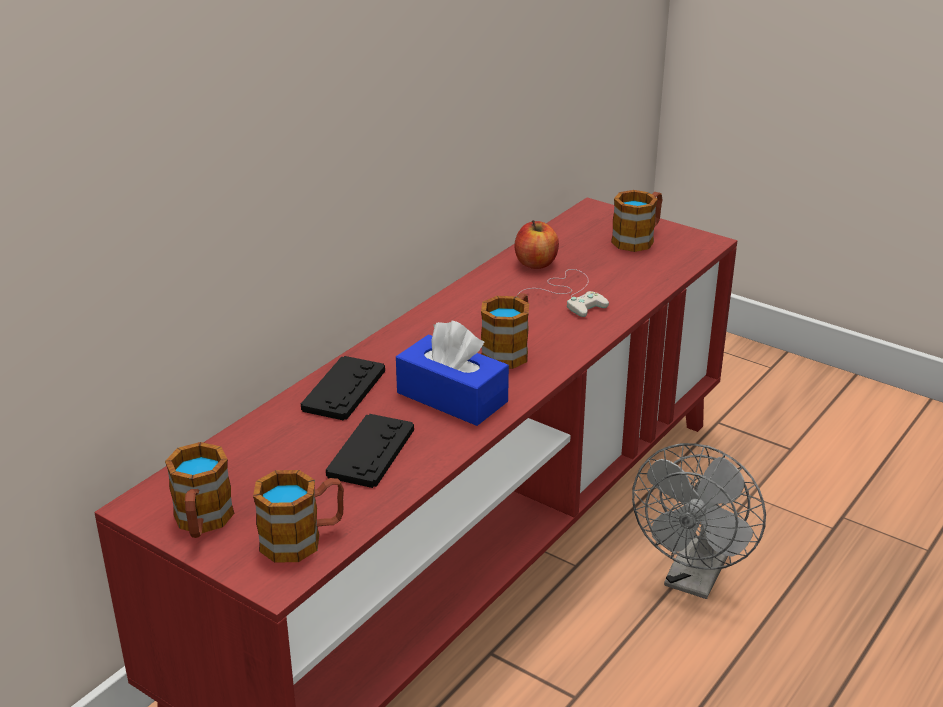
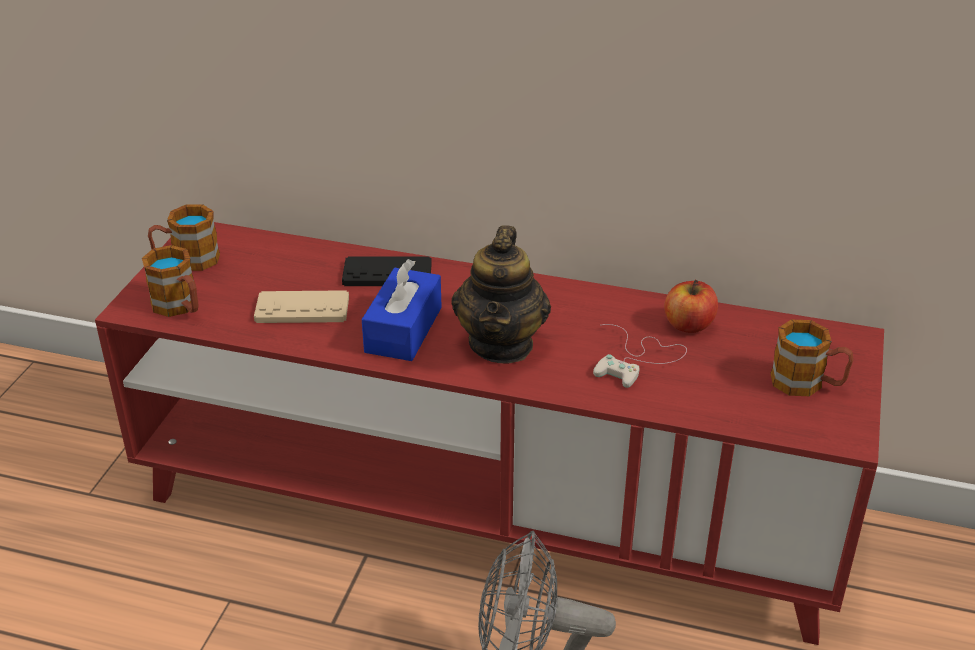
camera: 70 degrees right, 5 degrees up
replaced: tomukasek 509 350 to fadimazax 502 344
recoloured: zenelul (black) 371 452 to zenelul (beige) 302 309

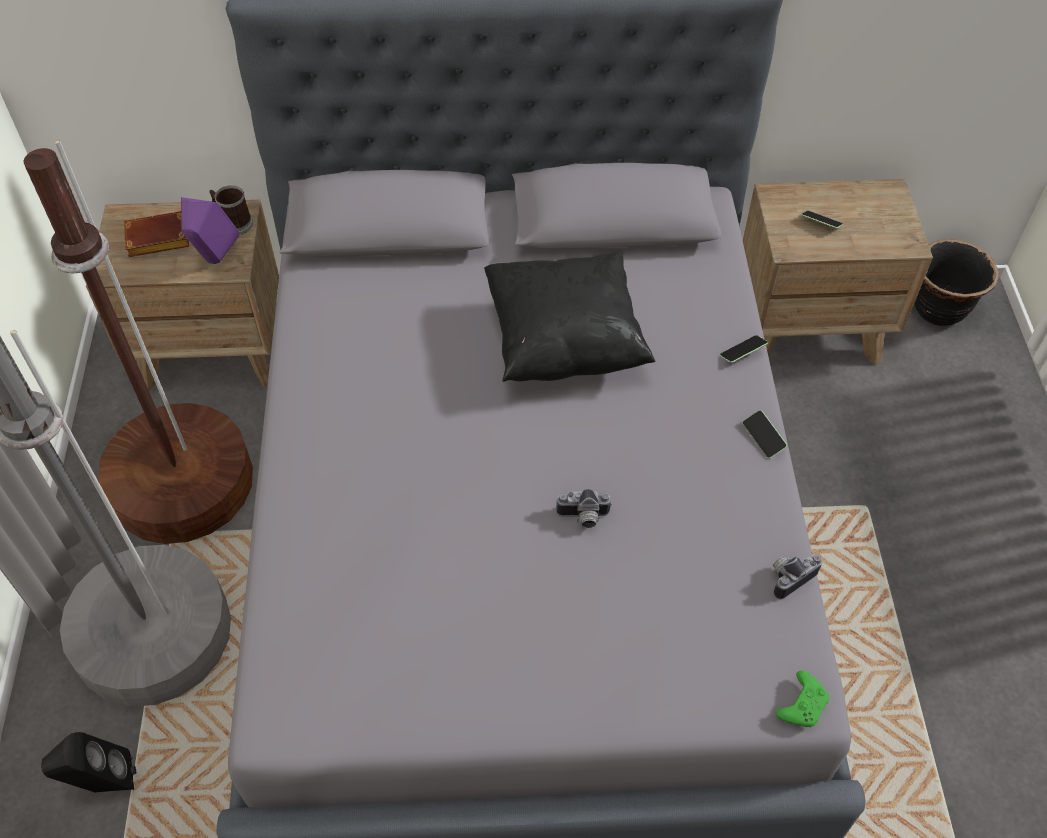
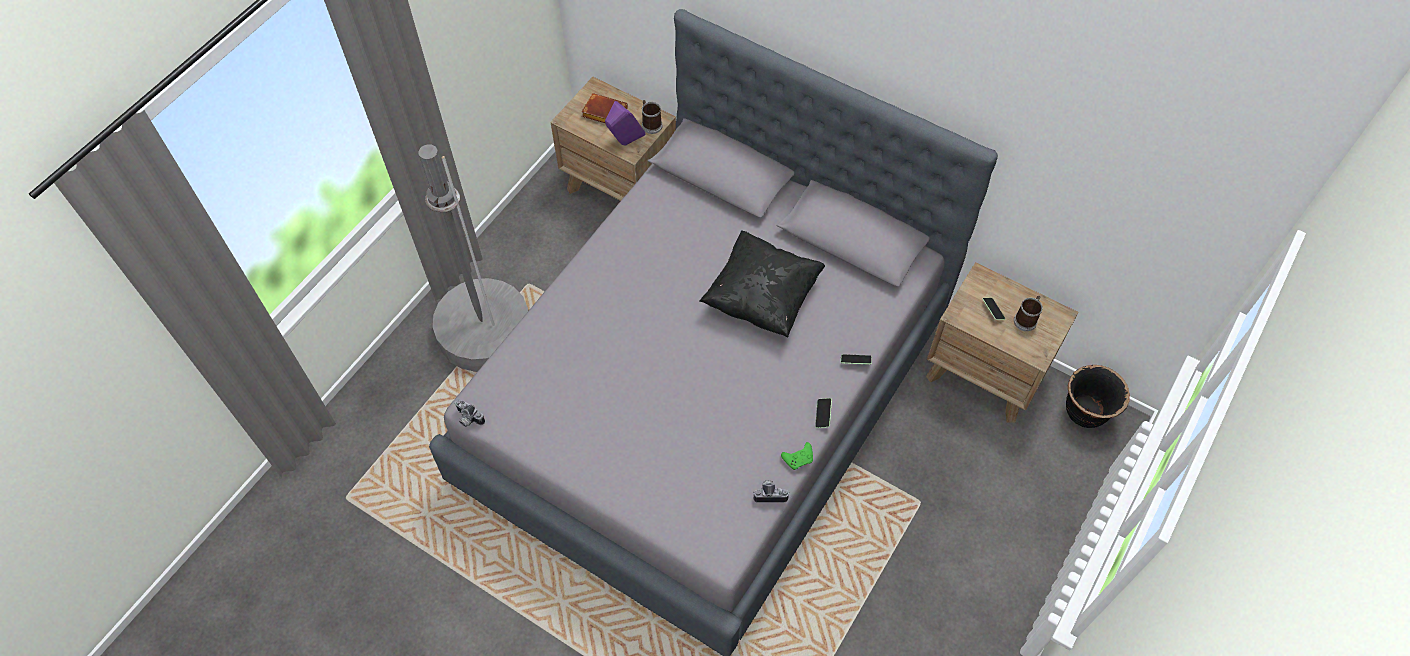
camera: 35 degrees right, 5 degrees up
removed: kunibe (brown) 182 483; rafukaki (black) 103 784
added: tomukasek 1026 319
moved: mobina 583 518 to 468 419; zenelul (green) 802 704 to 799 458

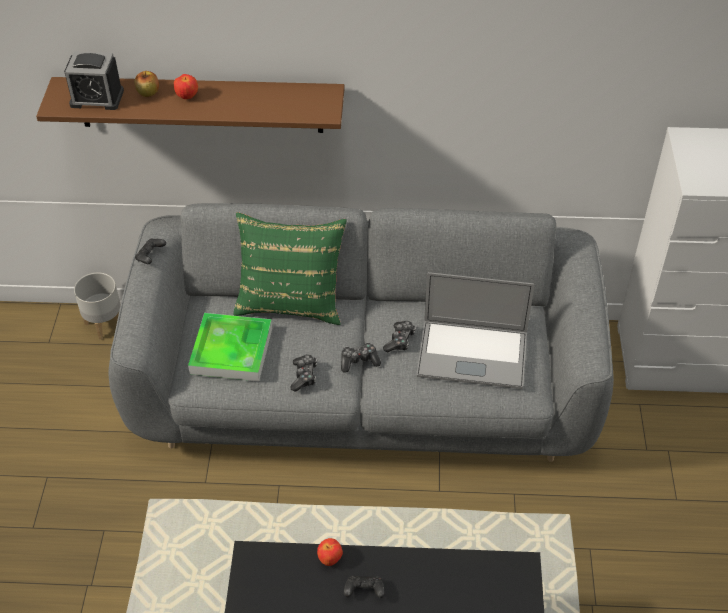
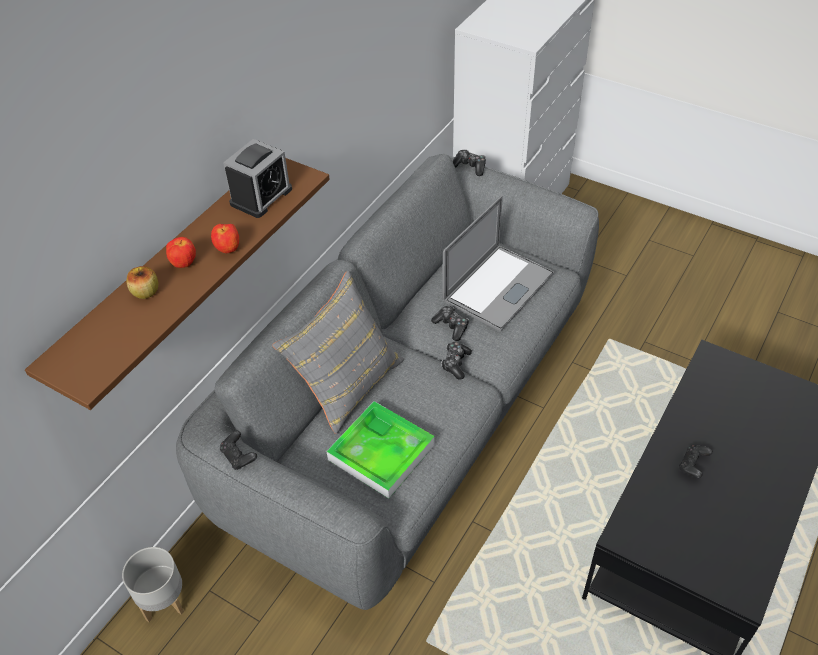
camera: 60 degrees left, 0 degrees up
moved: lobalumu 97 98 to 261 196; zenelul 304 376 to 470 167; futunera 330 559 to 228 249
recoloured: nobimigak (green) 291 299 to nobimigak (grey) 346 383

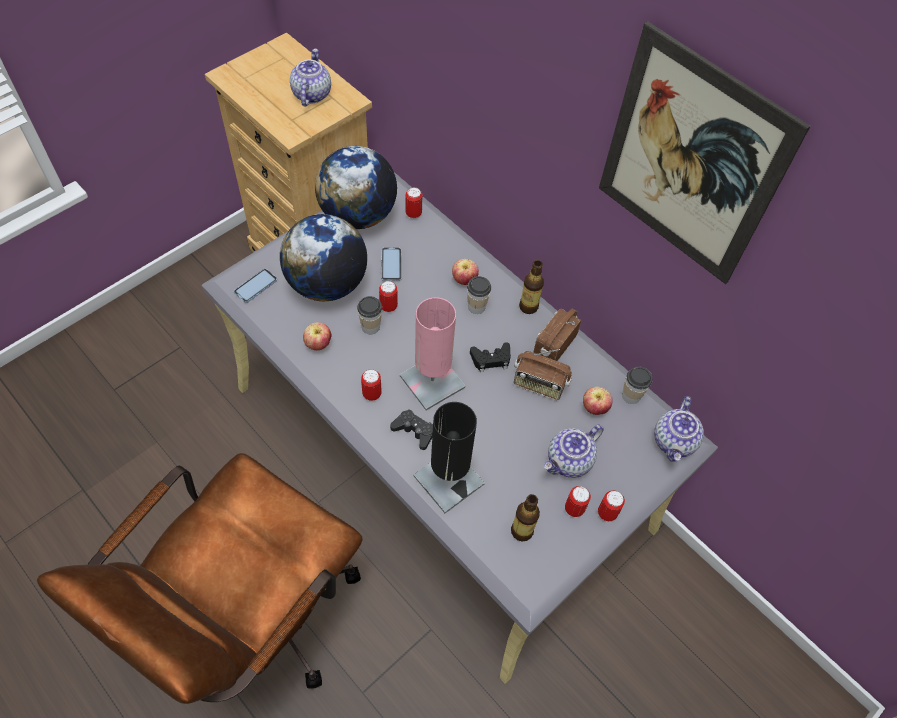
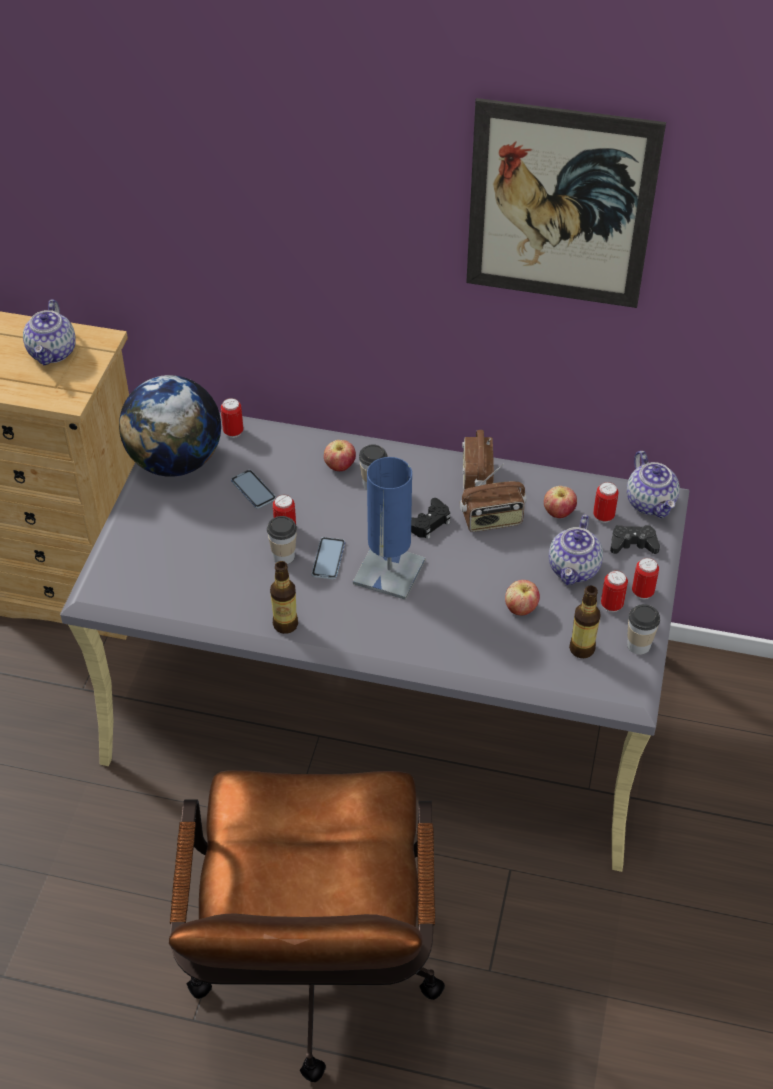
camera: 30 degrees left, 10 degrees down
removed: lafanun 327 284; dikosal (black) 448 480
moved: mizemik 255 286 to 328 559; futunera 318 344 to 521 609; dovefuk 372 394 to 603 516; zenelul (black) 414 431 to 633 544; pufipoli 528 307 to 285 624; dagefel 631 395 to 638 645
recoloured: dikosal (pink) 432 382 to dikosal (blue) 389 572
turned: fadimazax 311 94 = 53 353 150 degrees counterclockwise

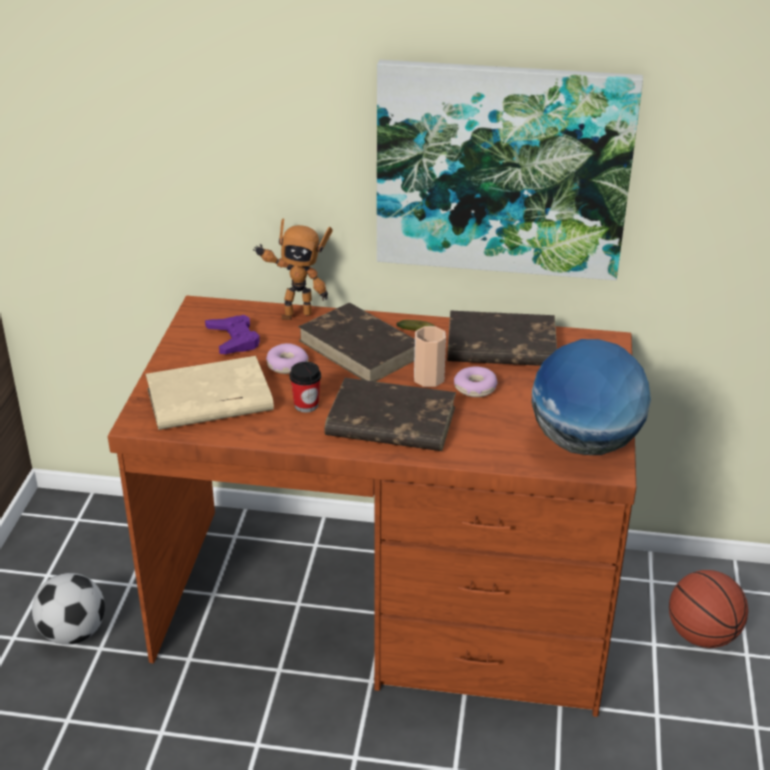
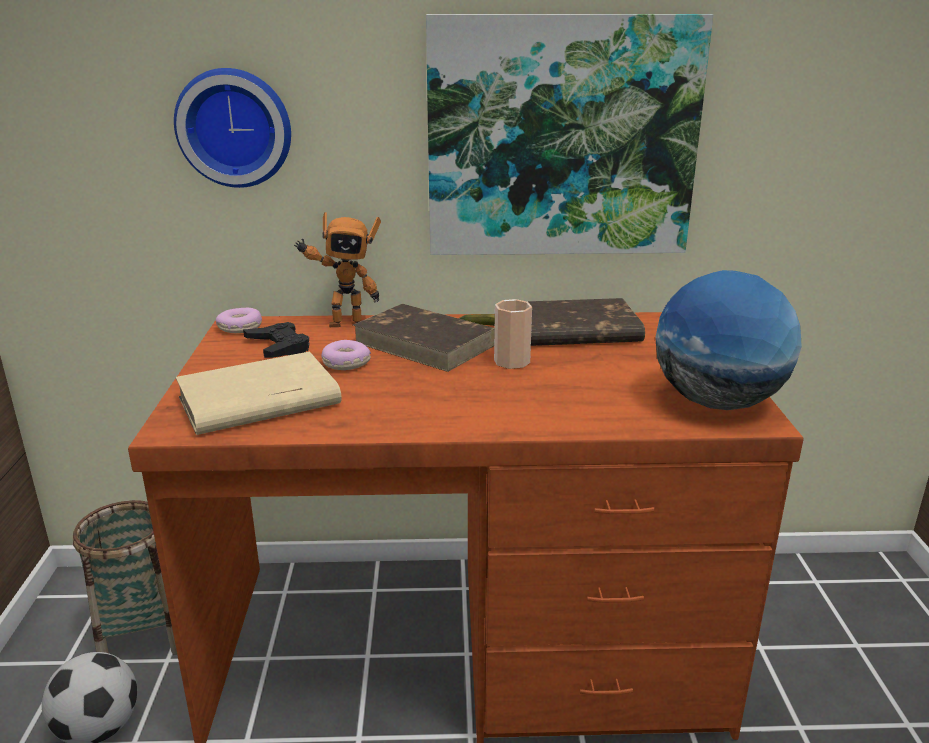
camera: 10 degrees left, 10 degrees down
removed: dagefel 306 405; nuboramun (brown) 389 422; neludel 702 635
added: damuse 142 635; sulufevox 235 127
moved: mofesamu 475 388 to 240 328
recoloured: zenelul (purple) 234 339 to zenelul (black) 278 347

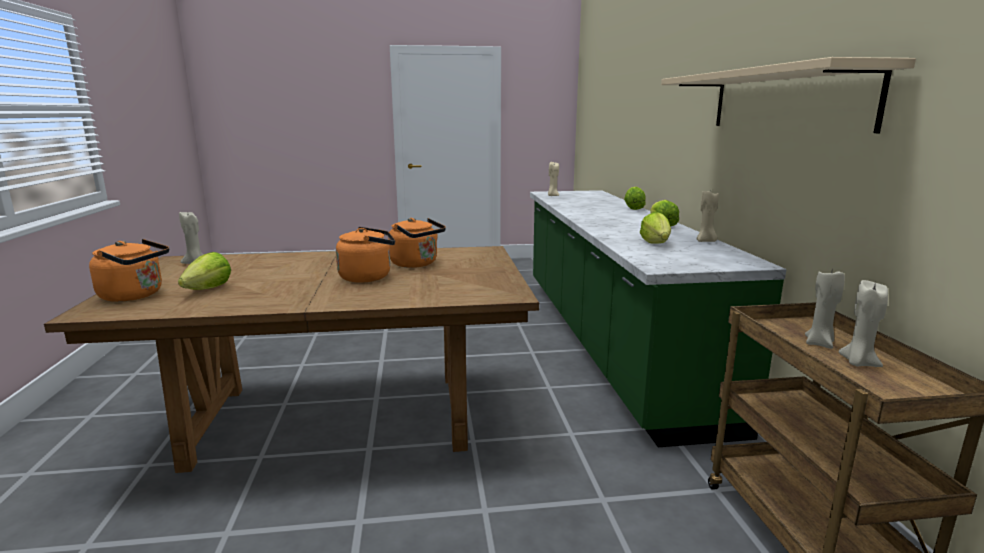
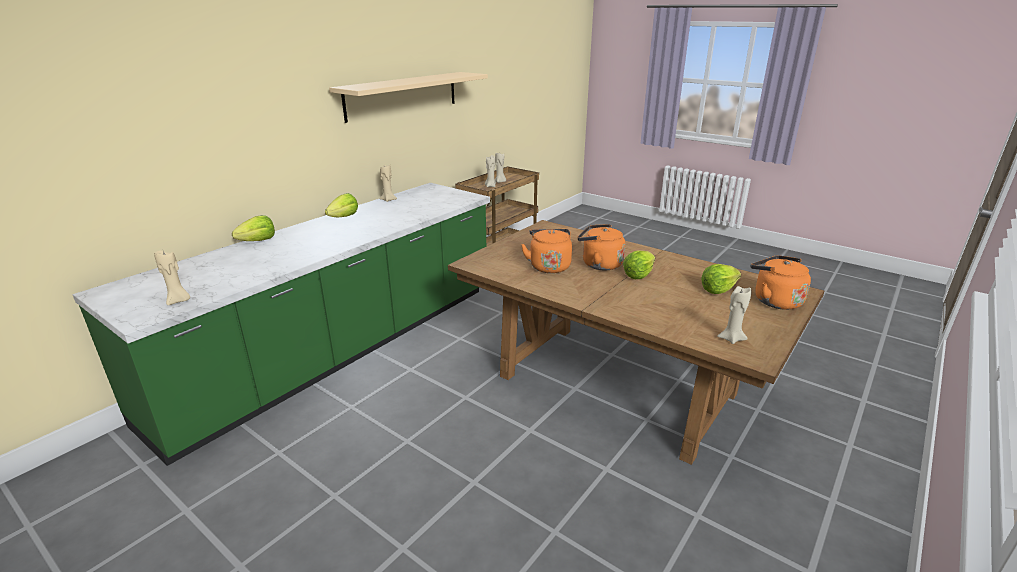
camera: 135 degrees left, 10 degrees up
moved: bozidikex 656 243 to 638 275

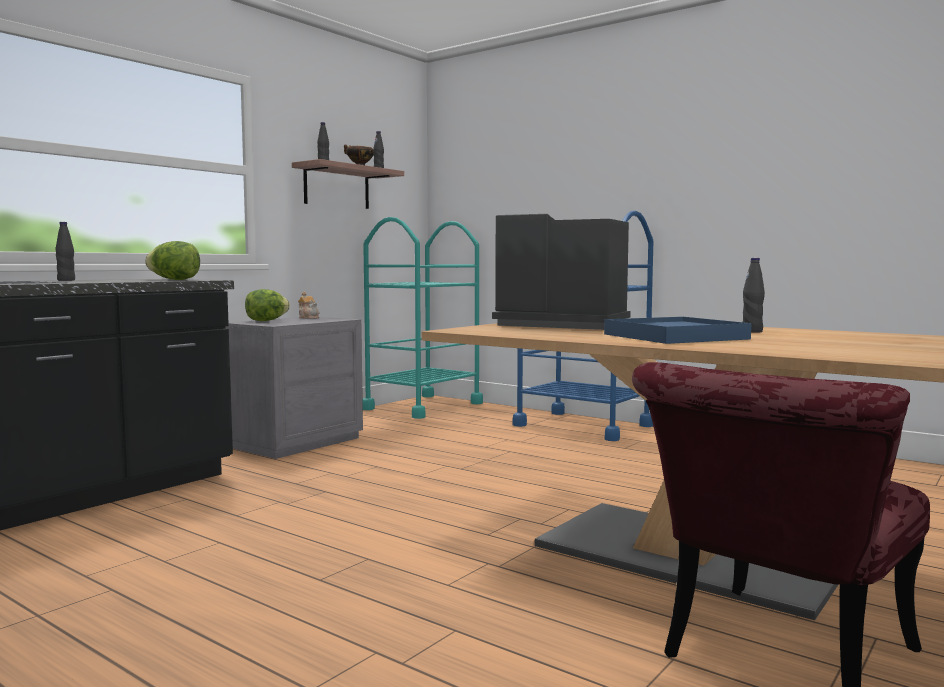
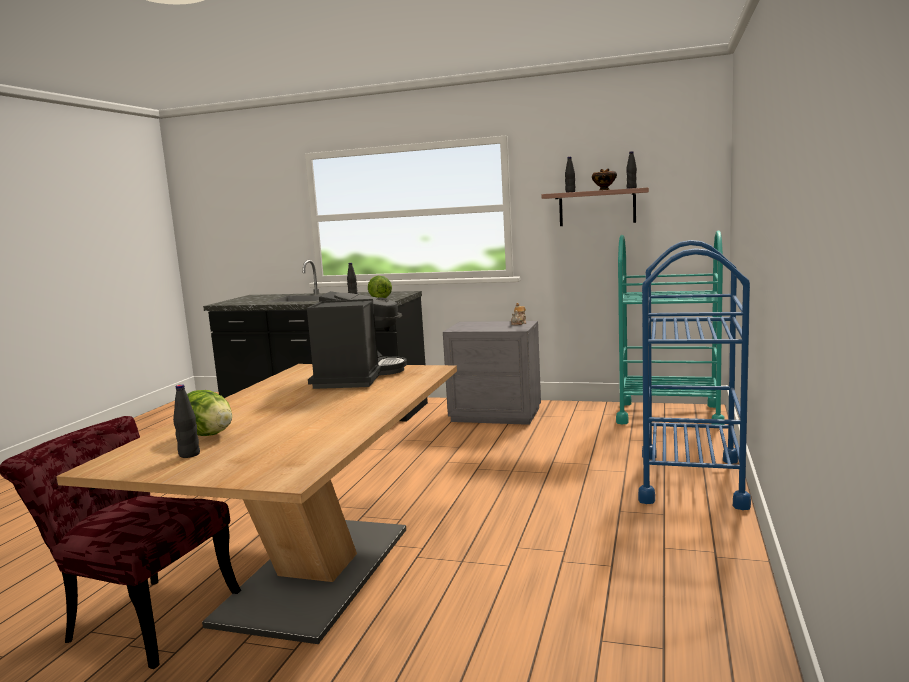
camera: 70 degrees right, 5 degrees up
removed: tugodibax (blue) 674 337
moved: bozidikex 266 321 to 208 435; pufipoli (black) 752 331 to 189 454

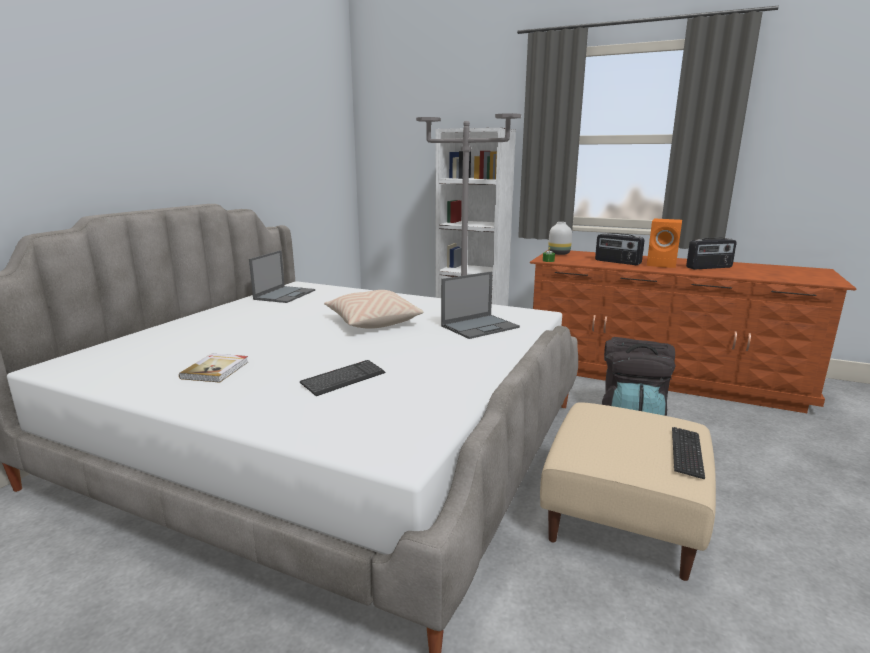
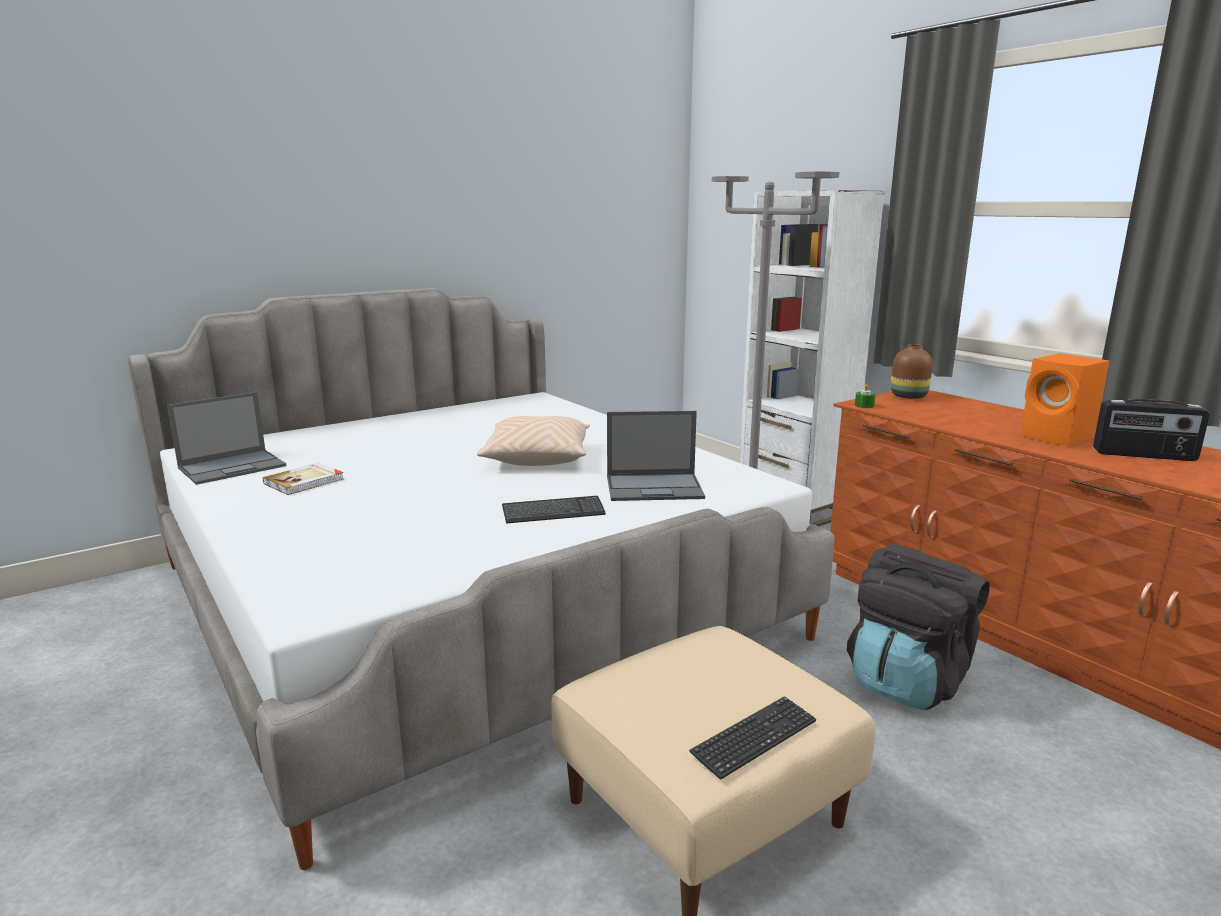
camera: 30 degrees right, 0 degrees up
removed: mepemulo 617 262
moved: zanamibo 285 294 to 233 467; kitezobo 343 379 to 553 512
recoloured: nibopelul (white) 558 253 to nibopelul (brown) 908 396

